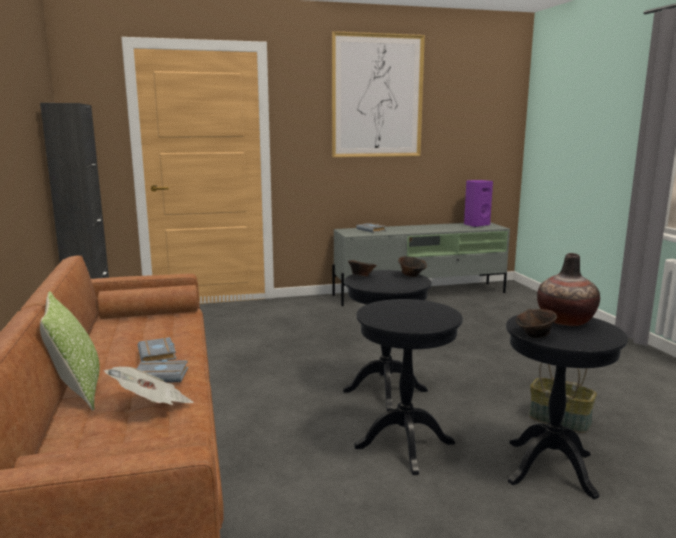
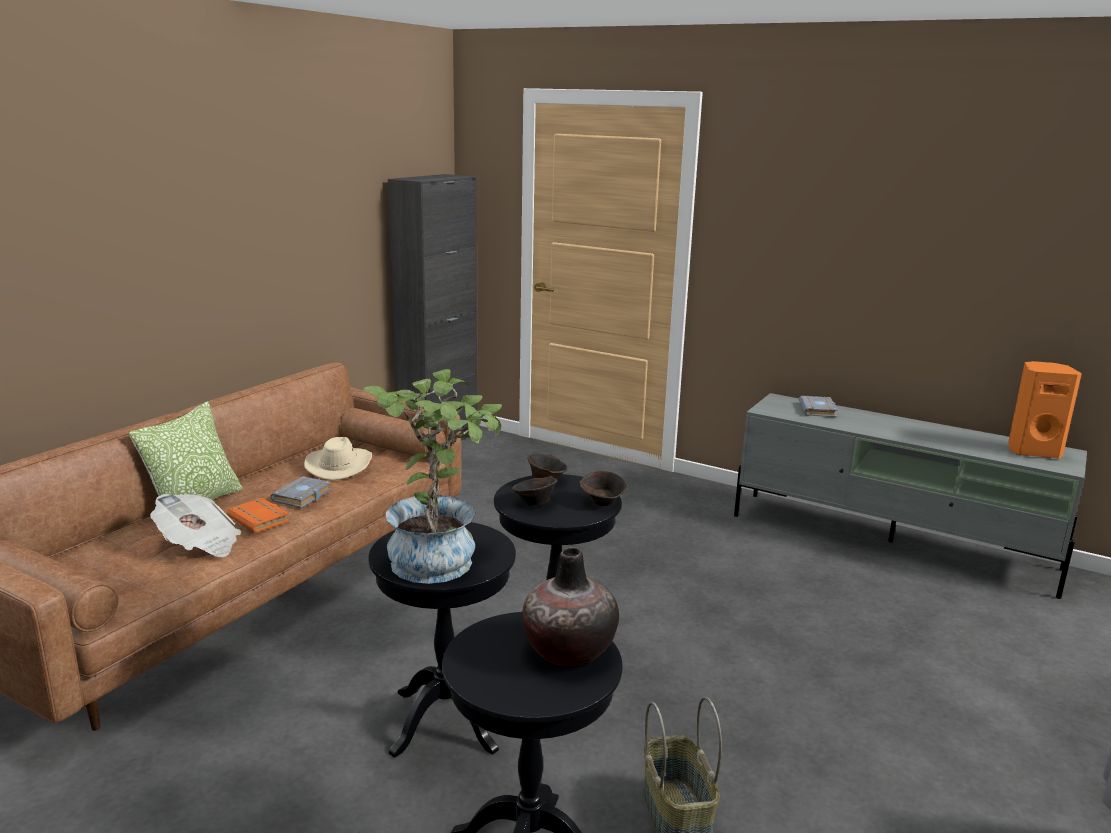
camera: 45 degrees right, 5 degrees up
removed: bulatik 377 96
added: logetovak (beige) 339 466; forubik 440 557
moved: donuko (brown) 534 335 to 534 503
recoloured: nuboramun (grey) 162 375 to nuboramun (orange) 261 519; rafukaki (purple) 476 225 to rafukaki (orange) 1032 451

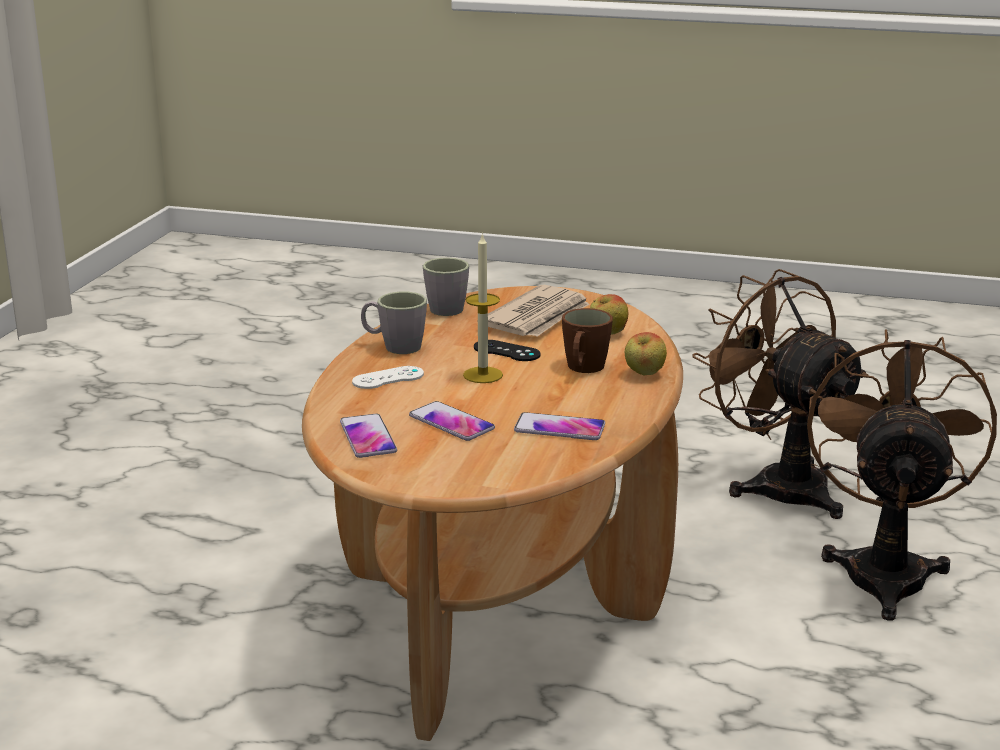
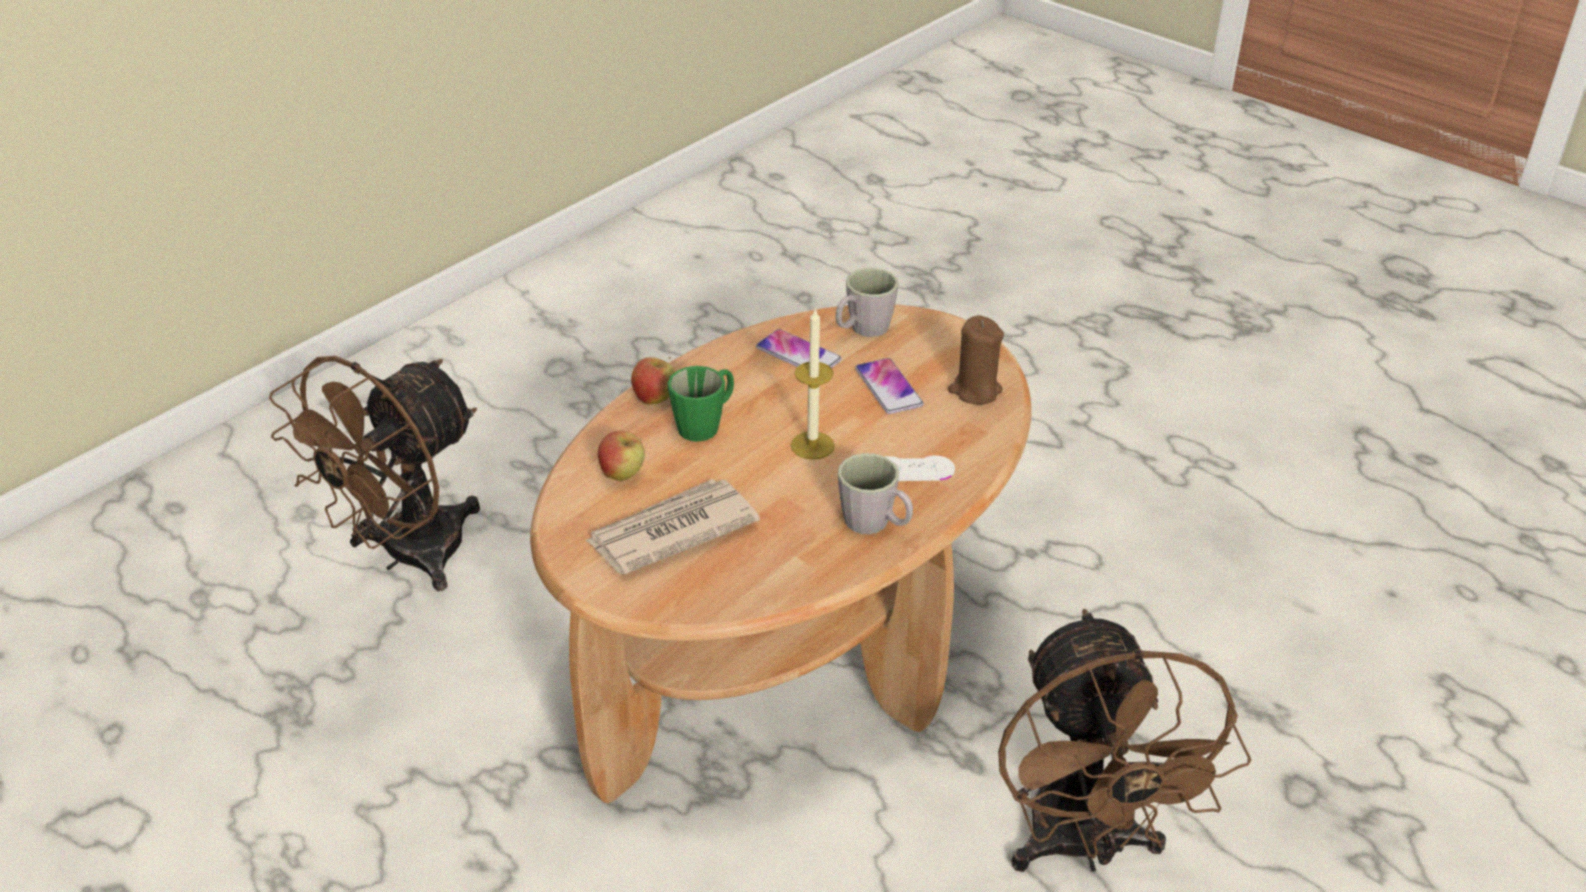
camera: 155 degrees left, 15 degrees up
removed: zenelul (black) 506 351
moved: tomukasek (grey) 450 307 to 862 330; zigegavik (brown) 777 484 to 1084 847
replaced: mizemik 368 437 to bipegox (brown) 975 390
recoloured: tomukasek (brown) 583 369 to tomukasek (green) 705 424

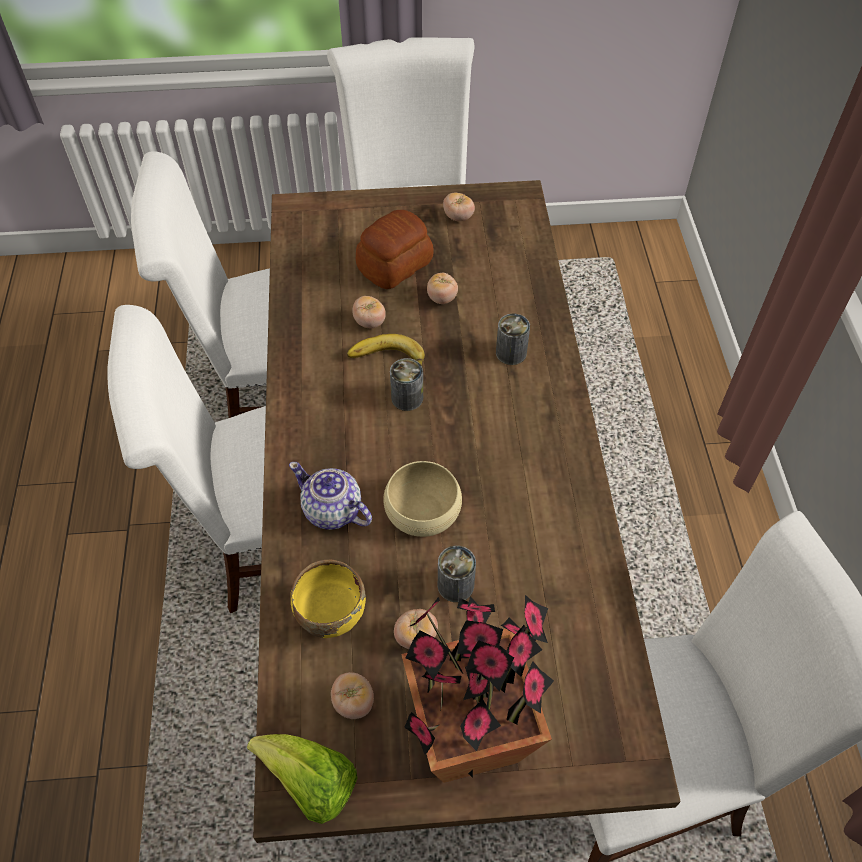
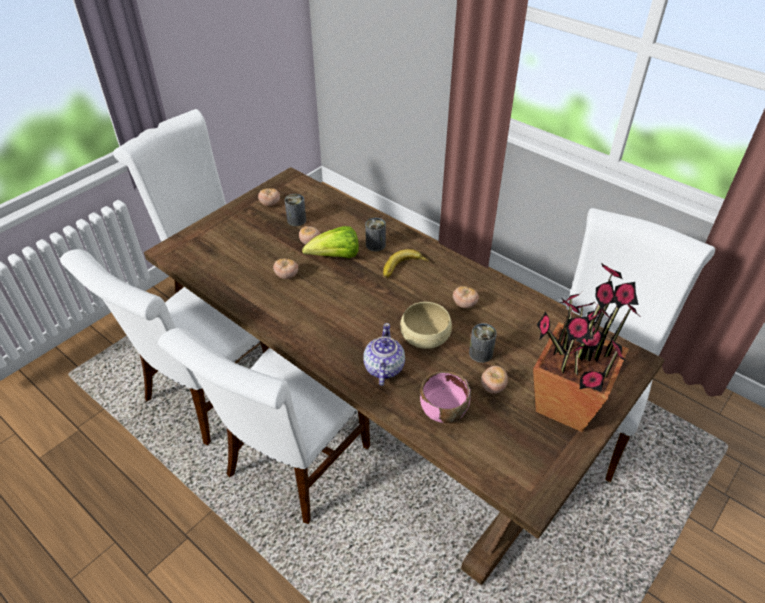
camera: 45 degrees left, 10 degrees down
removed: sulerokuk 396 265
moved: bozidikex 310 783 to 335 257; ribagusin 353 702 to 464 304; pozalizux 386 361 to 404 268; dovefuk 407 398 to 296 220
recoloured: donuko (yellow) 330 613 to donuko (pink) 443 410
turned: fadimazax 333 511 = 383 368 105 degrees clockwise

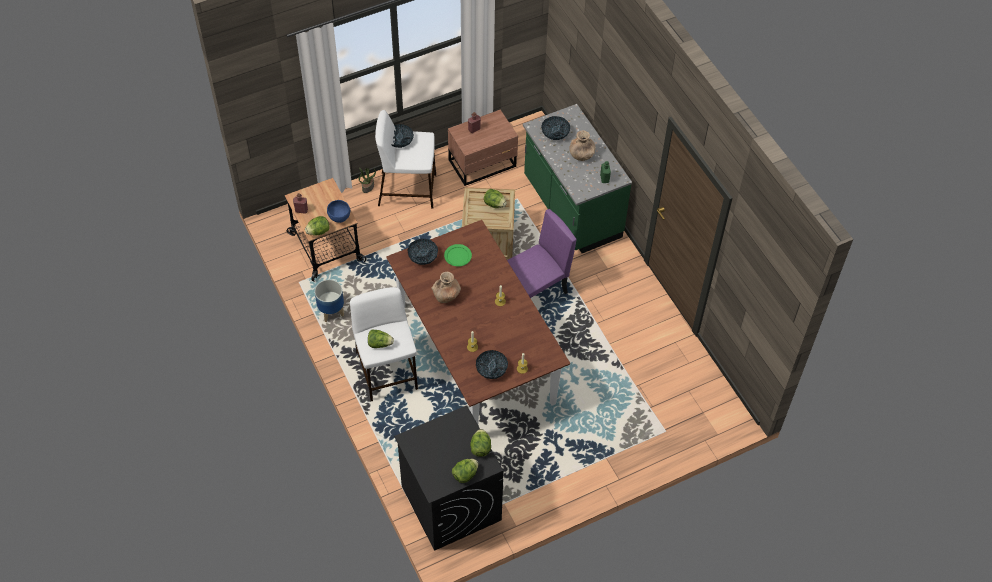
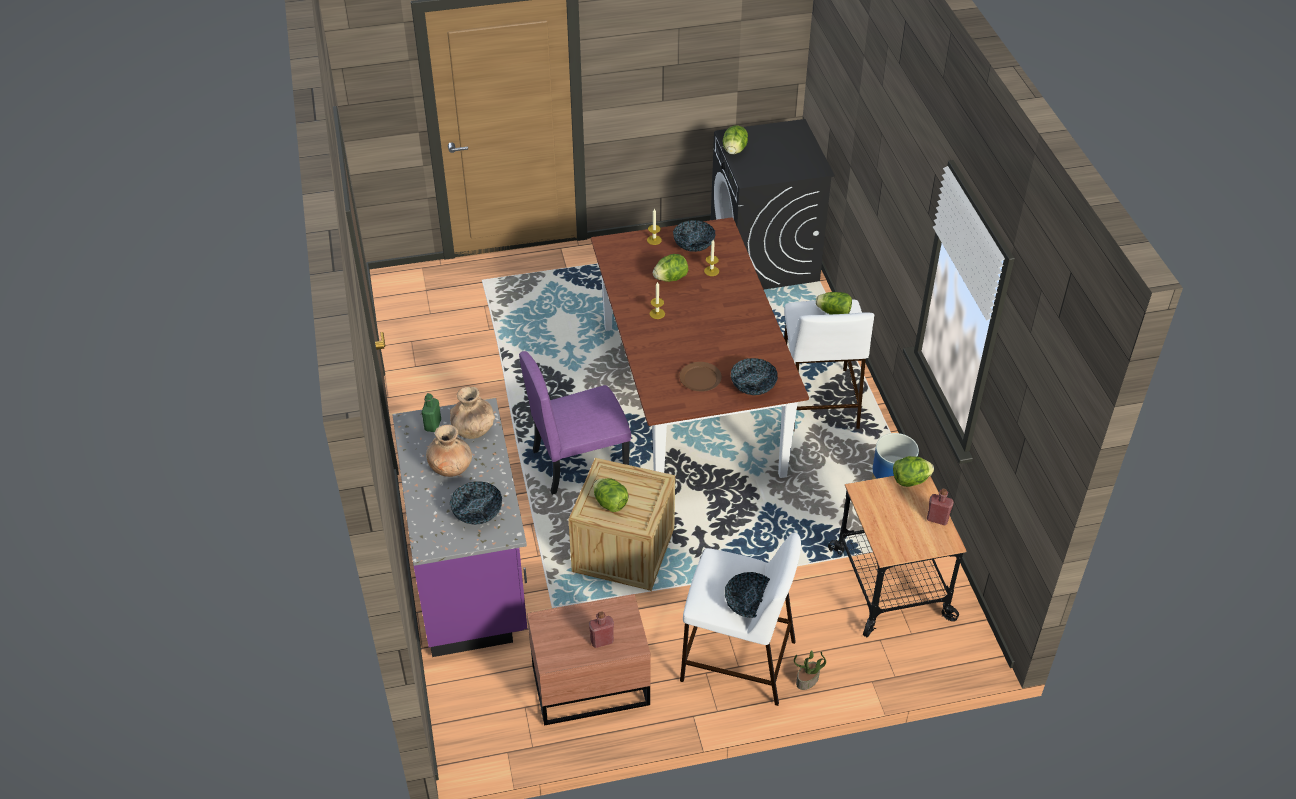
camera: 165 degrees left, 10 degrees down
removed: donuko (blue) 339 218
moved: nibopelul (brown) 446 295 to 473 430; bozidikex 465 474 to 670 278
recoloured: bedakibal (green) 457 256 to bedakibal (brown) 700 378; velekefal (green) 571 208 to velekefal (purple) 470 573

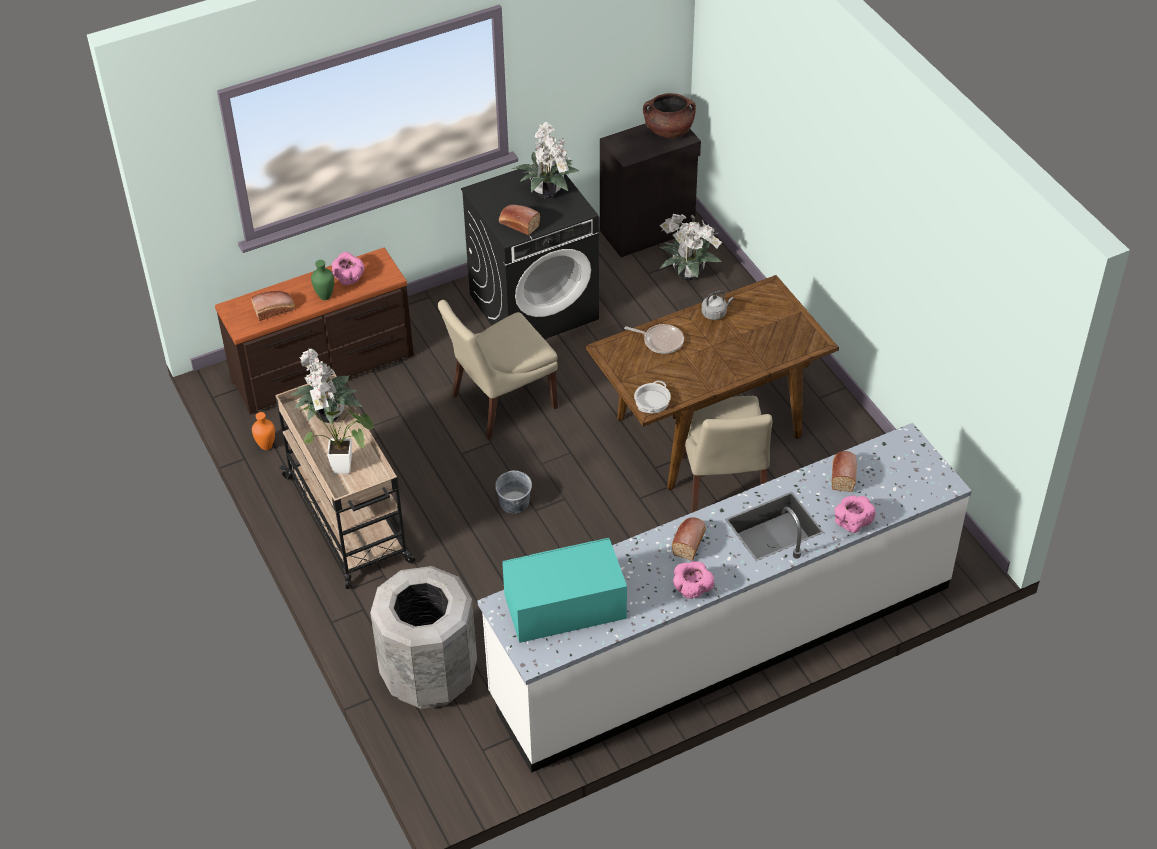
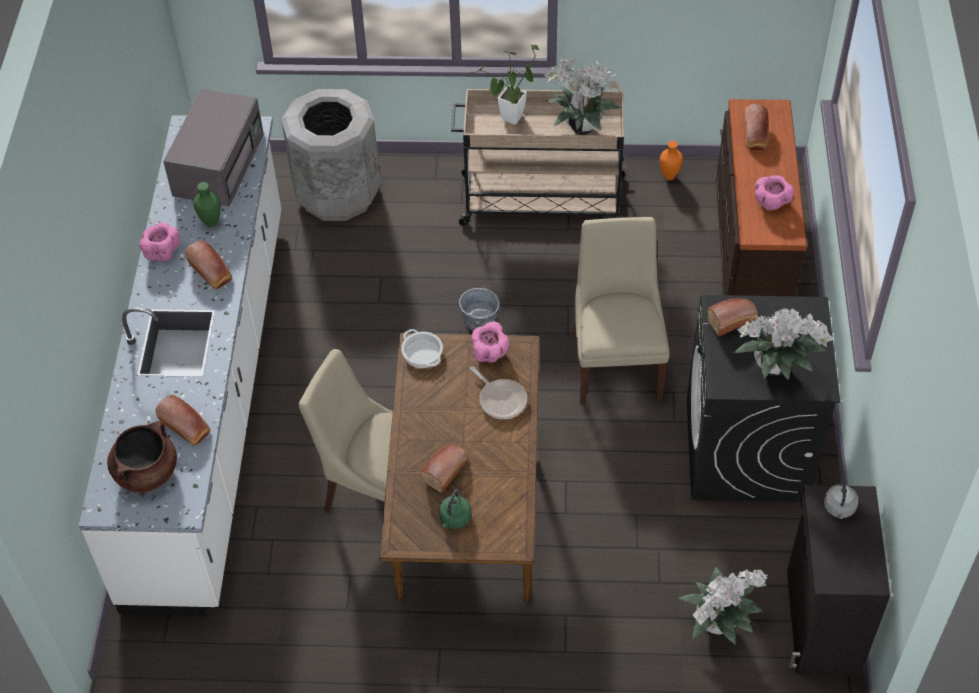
camera: 120 degrees right, 5 degrees up
added: sulerokuk 446 470; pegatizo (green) 454 519
moved: nibopelul (green) 325 297 to 210 222; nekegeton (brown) 668 130 to 146 472; pegatizo (grey) 715 313 to 839 509; donuko (pink) 852 521 to 490 352
recoloured: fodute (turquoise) 563 607 to fodute (grey) 219 163
turned: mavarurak 660 341 = 501 400 90 degrees counterclockwise

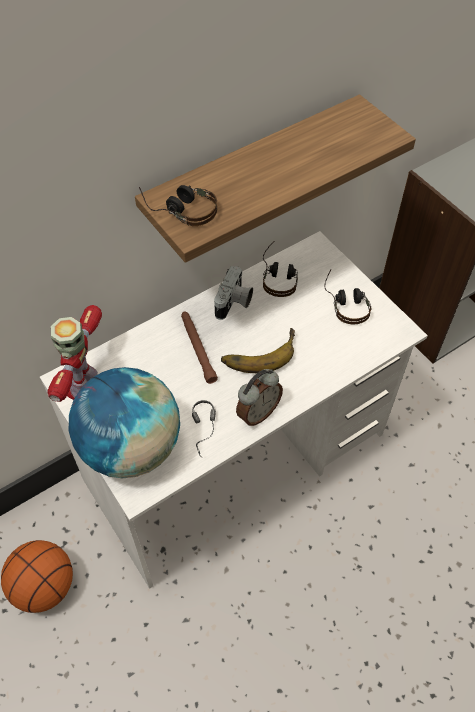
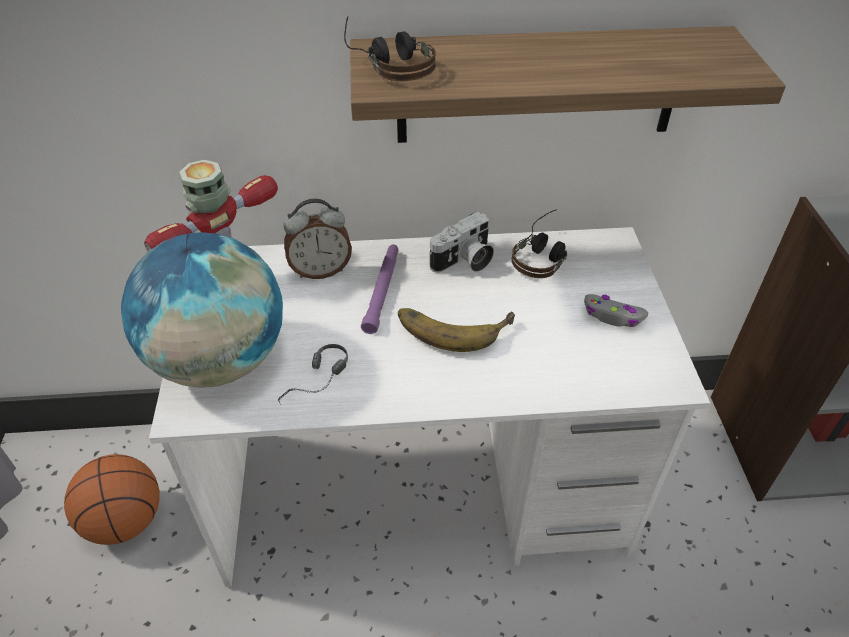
camera: 30 degrees right, 10 degrees down
moved: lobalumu 257 412 to 321 270
replaced: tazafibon 346 302 to zenelul (grey) 612 316
recoloured: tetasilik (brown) 197 348 to tetasilik (purple) 382 290

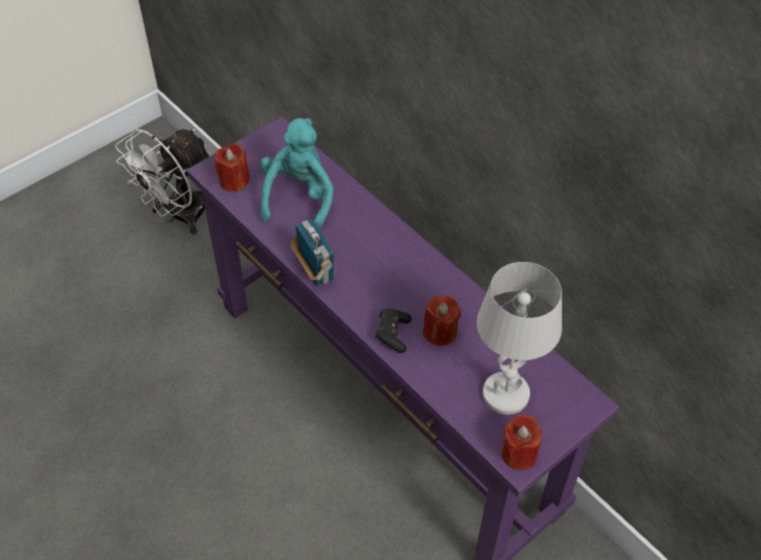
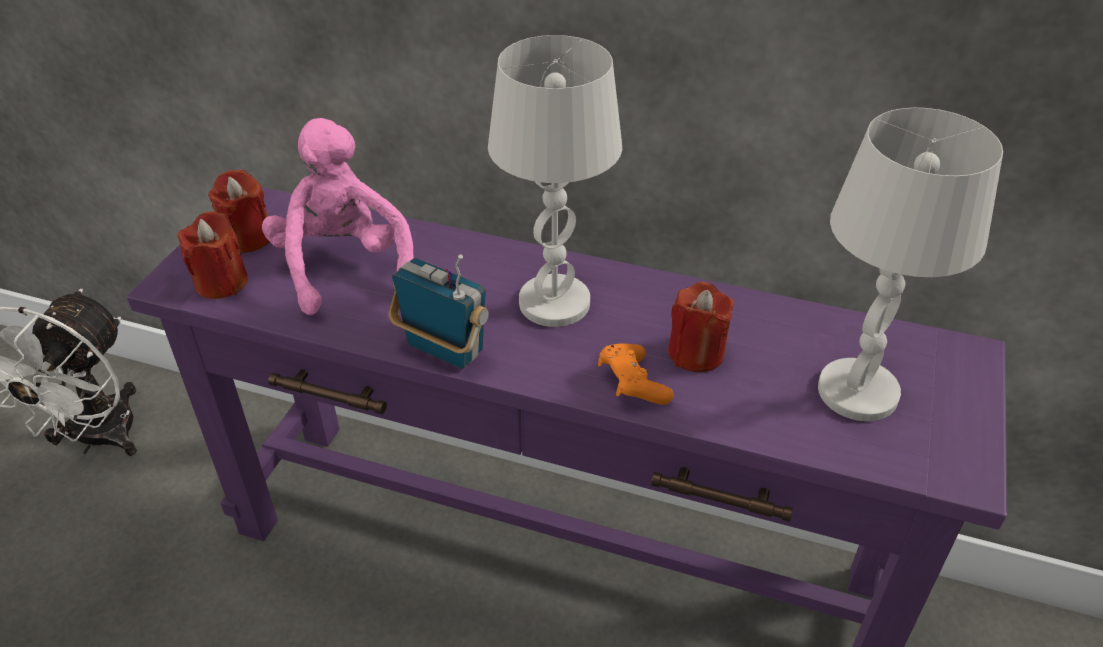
camera: 30 degrees left, 10 degrees down
added: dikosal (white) 554 303
moved: bipegox (red) 519 454 to 248 238
recoloured: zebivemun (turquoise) 298 197 to zebivemun (pink) 343 267; zenelul (black) 392 334 to zenelul (orange) 632 385

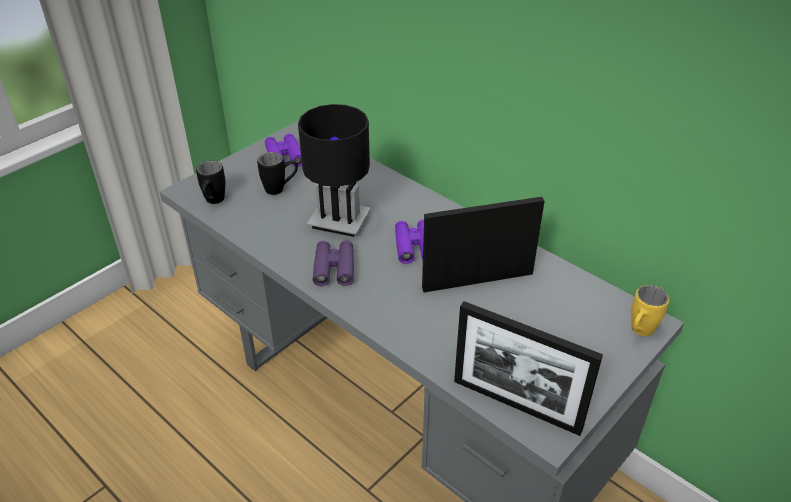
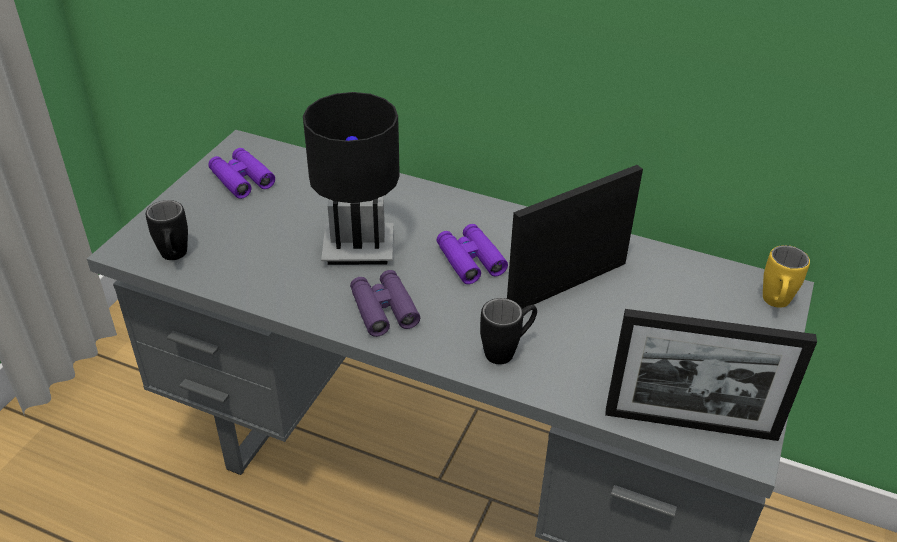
camera: 20 degrees left, 0 degrees up
moved: tomukasek (black) 280 189 to 507 350

